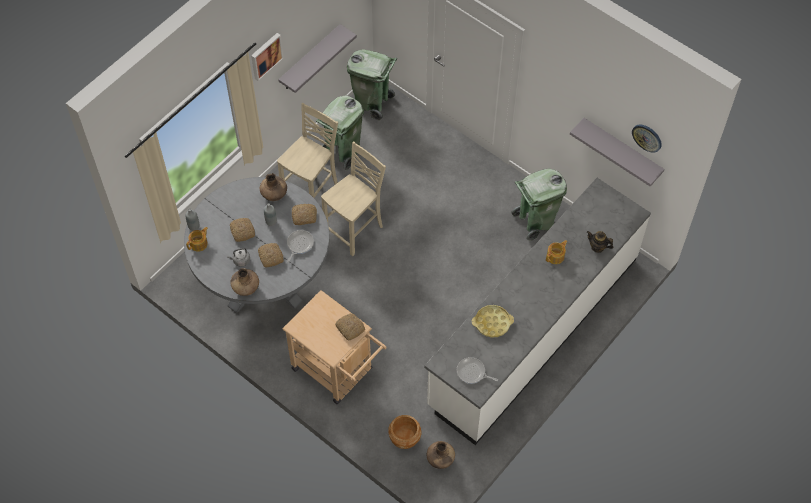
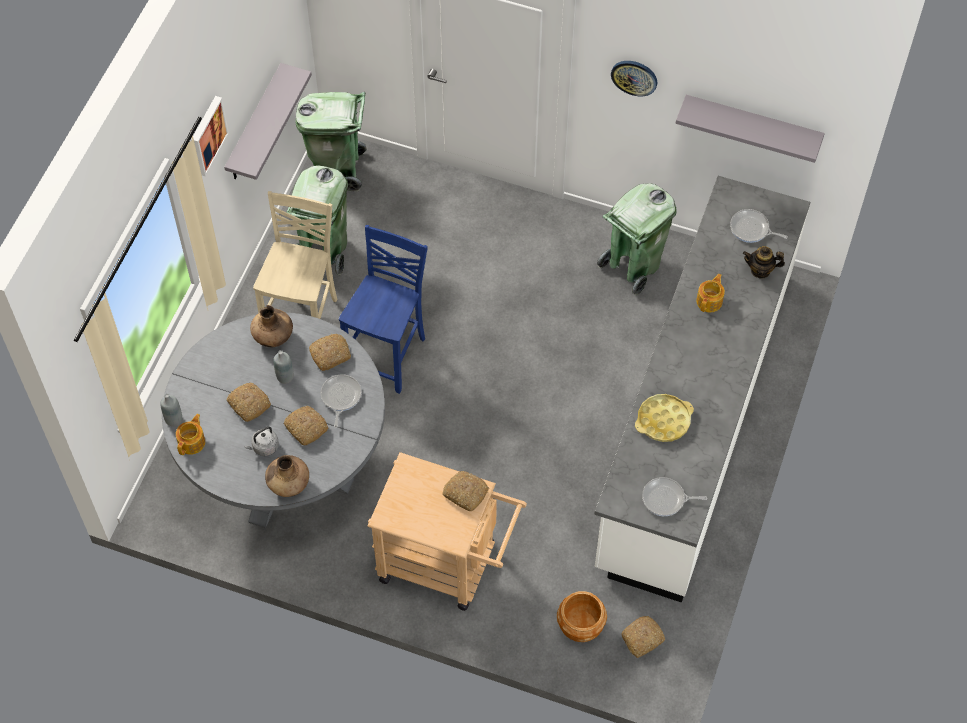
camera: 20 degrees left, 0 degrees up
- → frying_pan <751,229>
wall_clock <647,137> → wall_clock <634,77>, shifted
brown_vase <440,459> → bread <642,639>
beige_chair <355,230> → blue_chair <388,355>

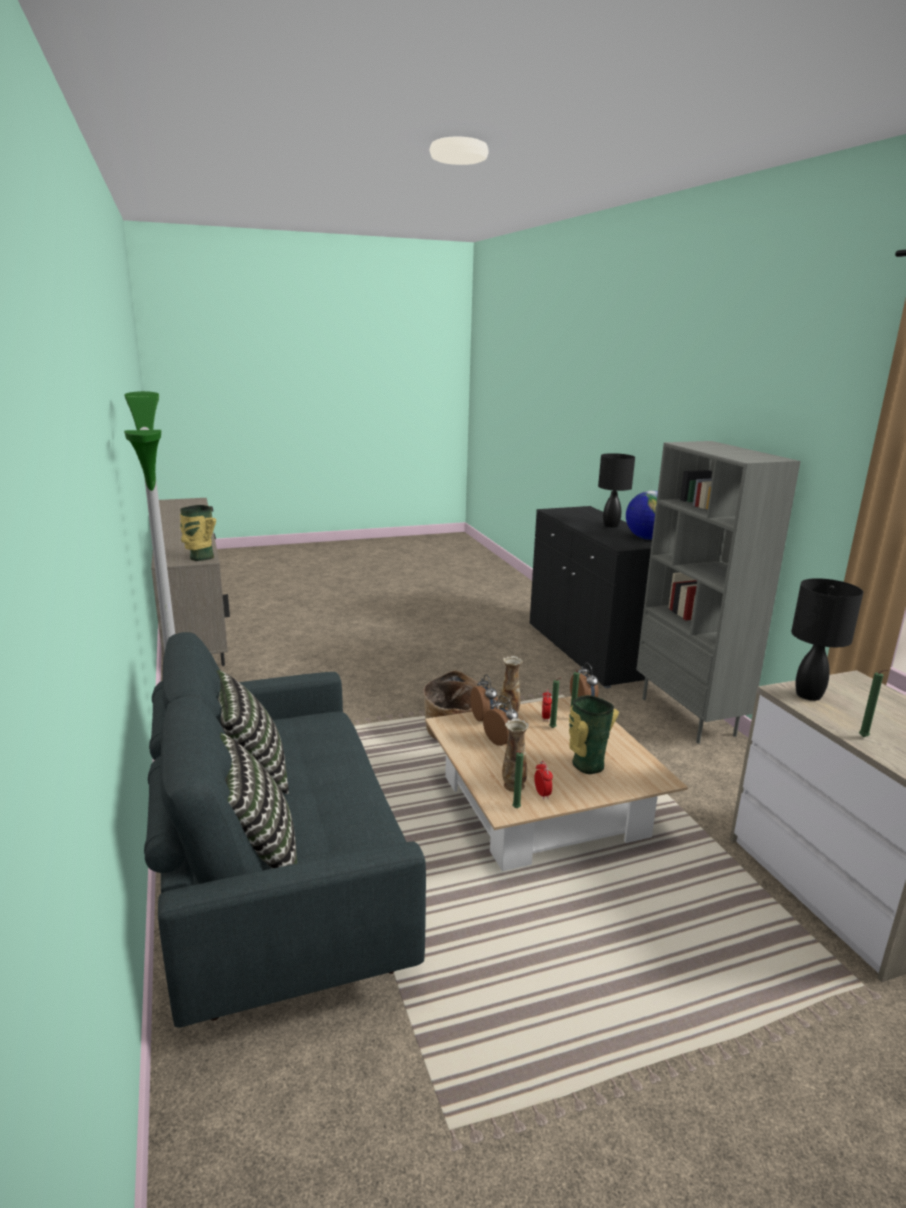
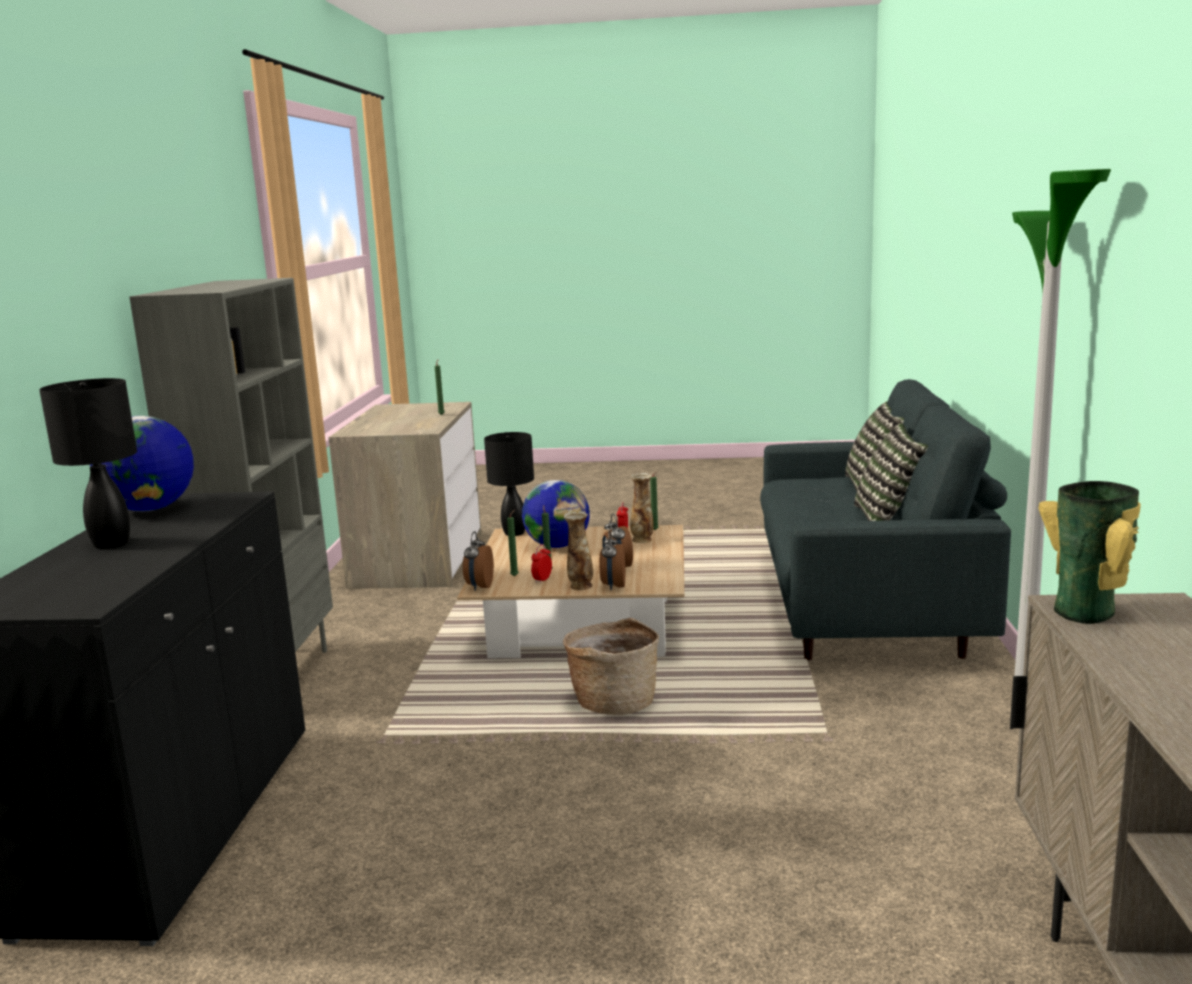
camera: 155 degrees left, 5 degrees down
black_table_lamp <807,695> → black_table_lamp <515,533>, shifted
vase <586,764> → globe <557,546>

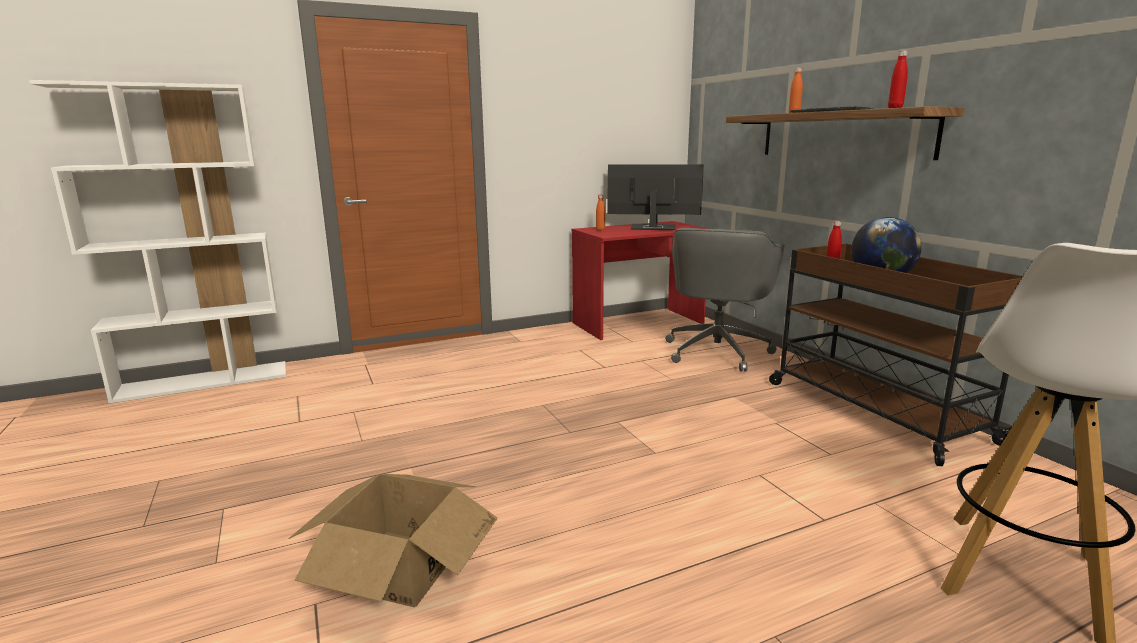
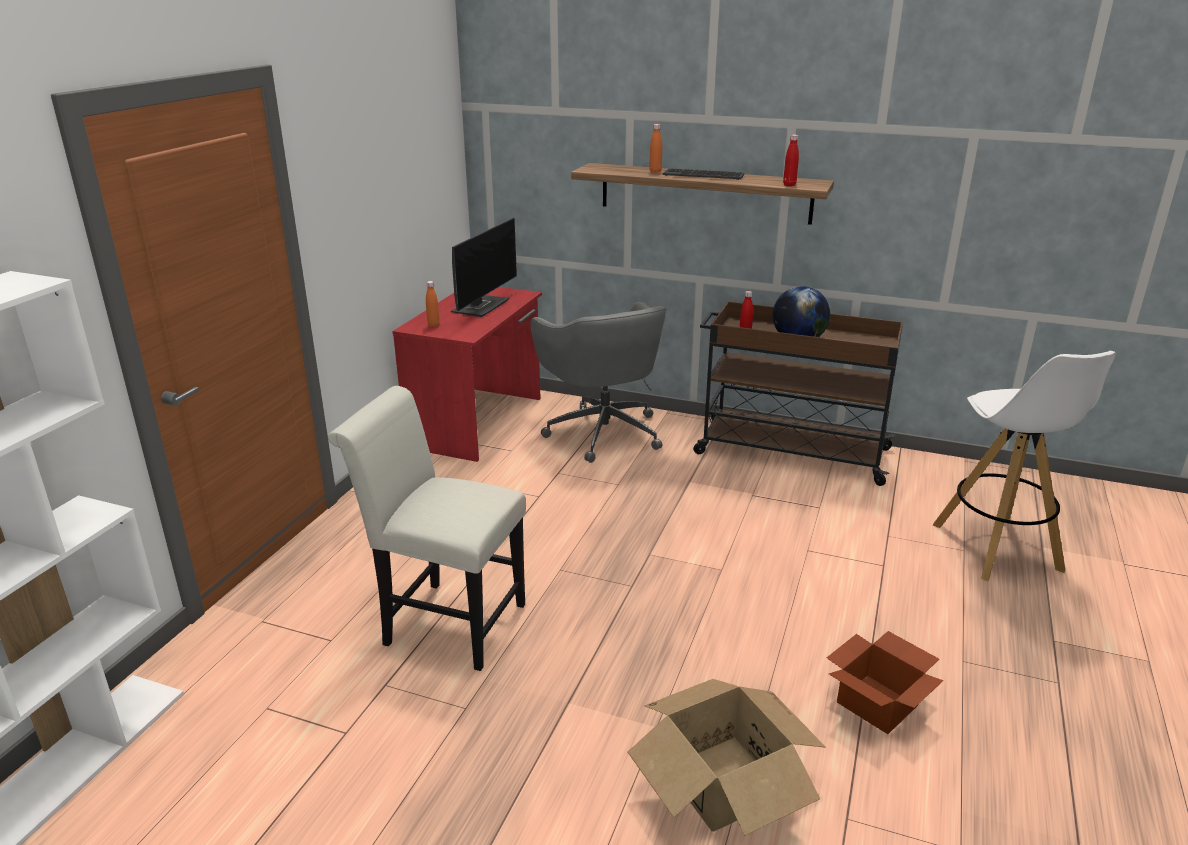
camera: 45 degrees left, 10 degrees up
- → white_chair <445,622>
- → cardboard_box <879,703>
monitor <652,228> → monitor <481,306>, 150 degrees clockwise

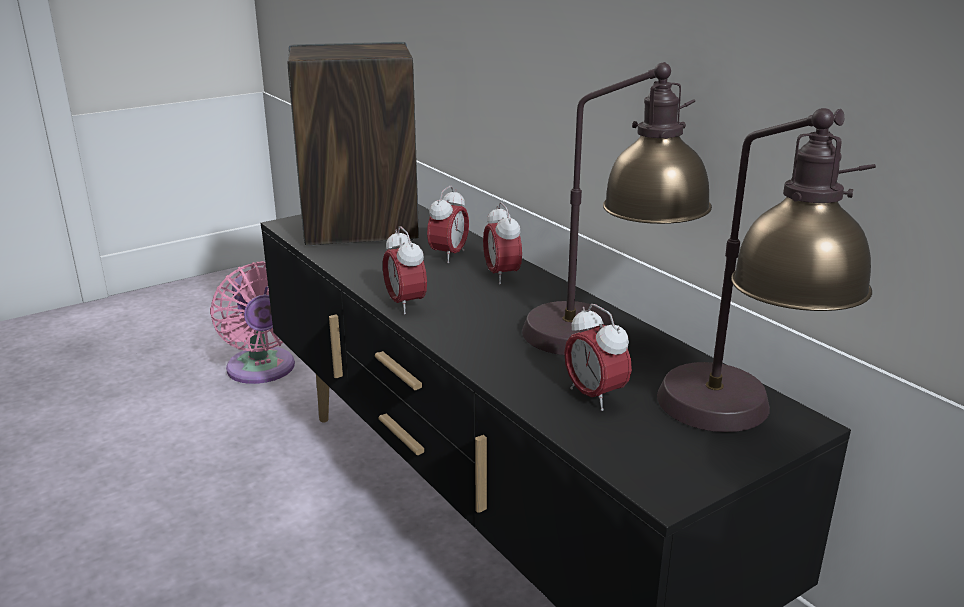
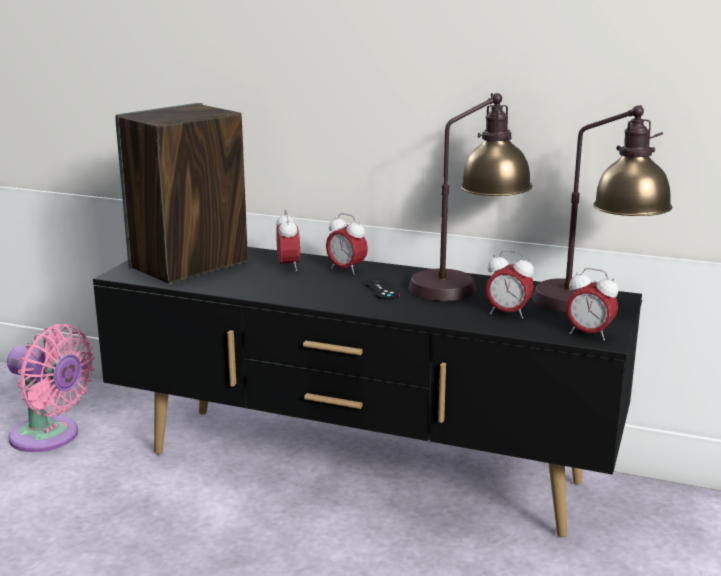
camera: 35 degrees left, 5 degrees down
- → black_game_controller <382,289>
alarm_clock <405,304> → alarm_clock <589,334>, shifted

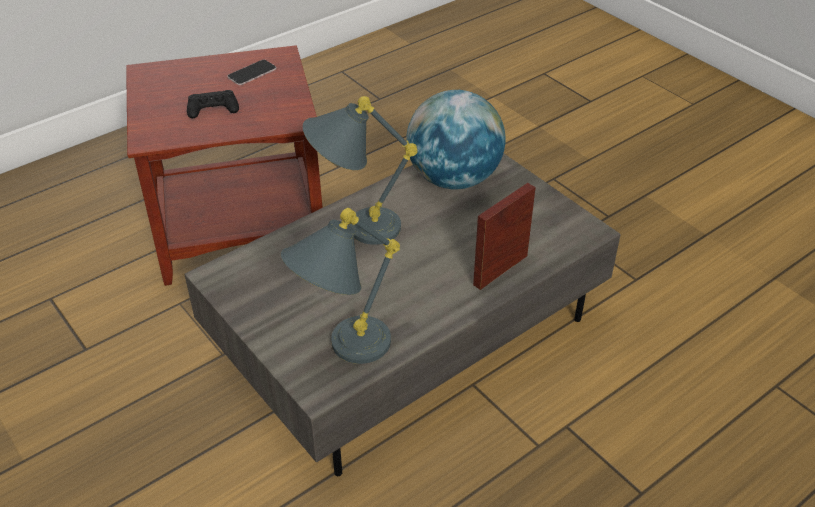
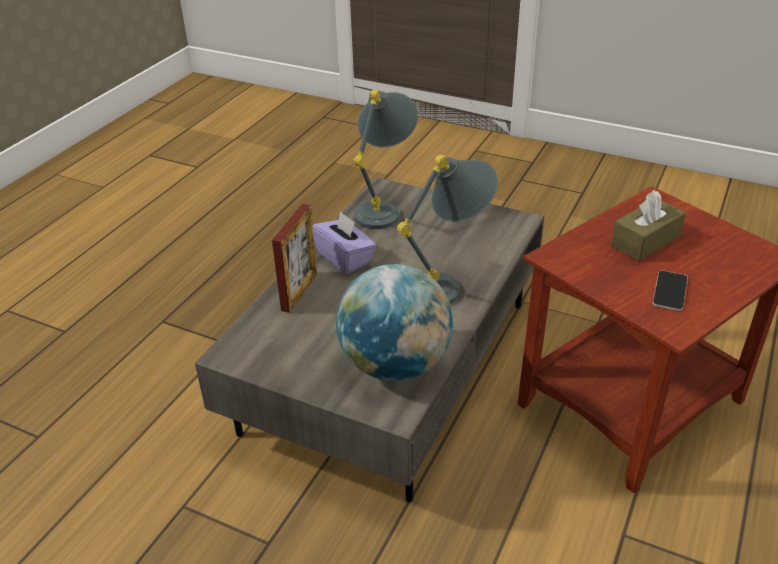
camera: 155 degrees right, 5 degrees down
- → purple_tissue_box <344,258>
black_game_controller <213,109> → brown_tissue_box <645,241>

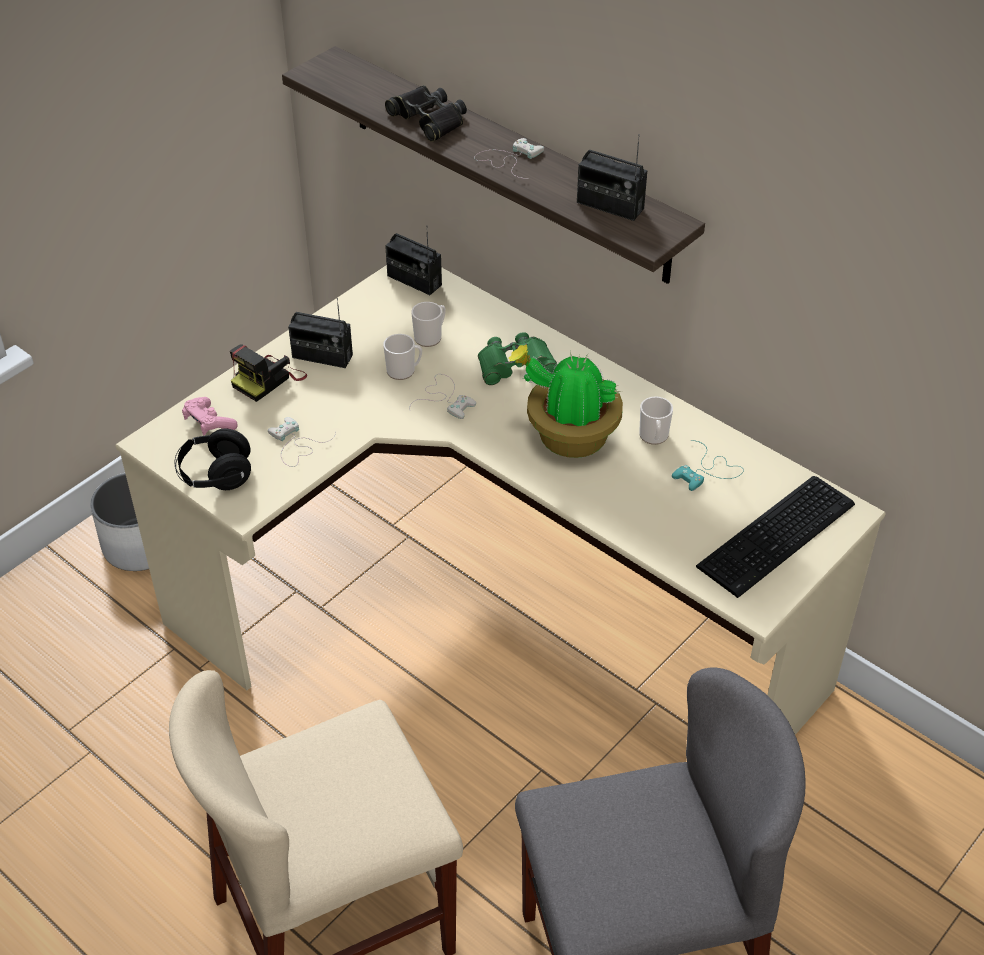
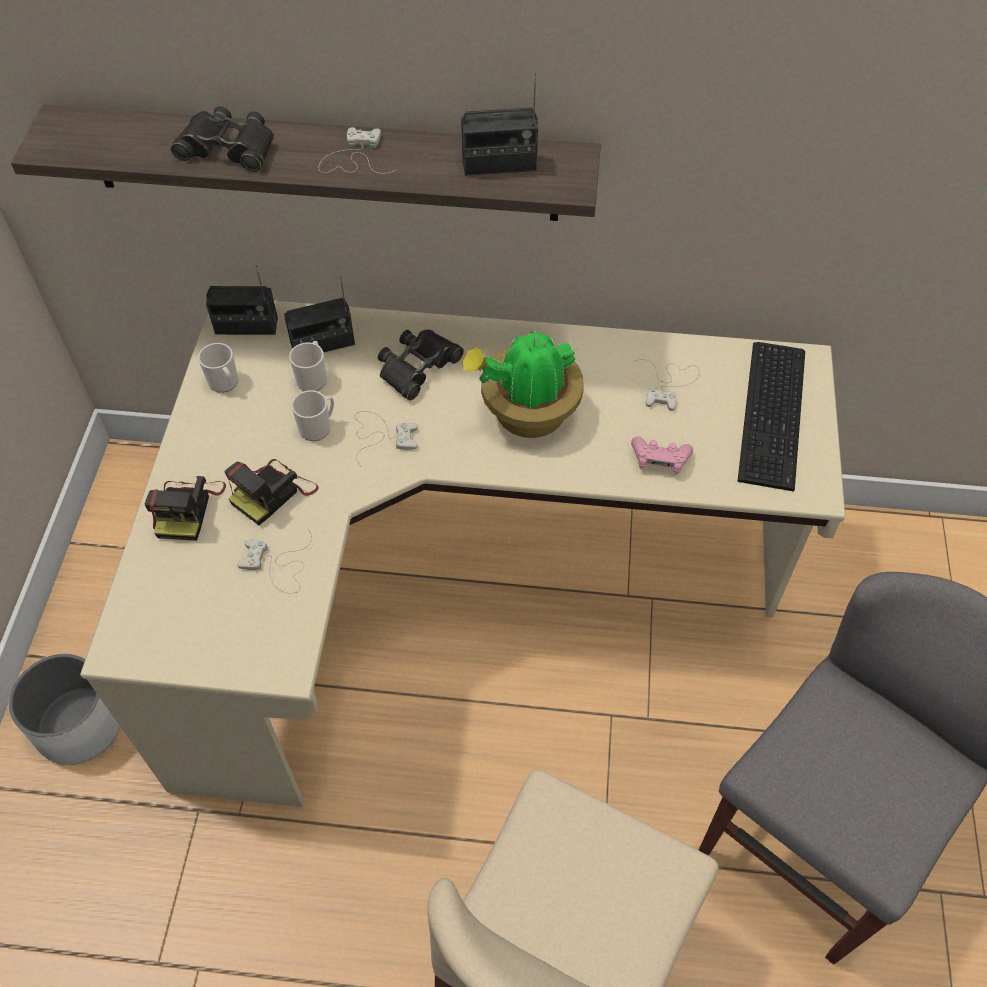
camera: 35 degrees left, 10 degrees up
black_headphones <215,475> → -
- → photo_camera <273,493>
pink_game_controller <209,423> → pink_game_controller <659,461>, shifted
radio <322,356> → radio <323,344>, shifted
mug <654,437> → mug <225,383>, shifted
green_binoculars <515,365> → black_binoculars <418,367>
turquoise_game_controller <707,471> → white_game_controller <668,384>

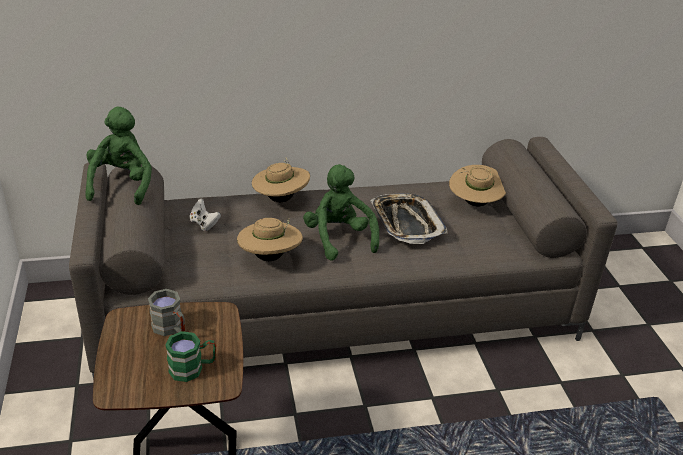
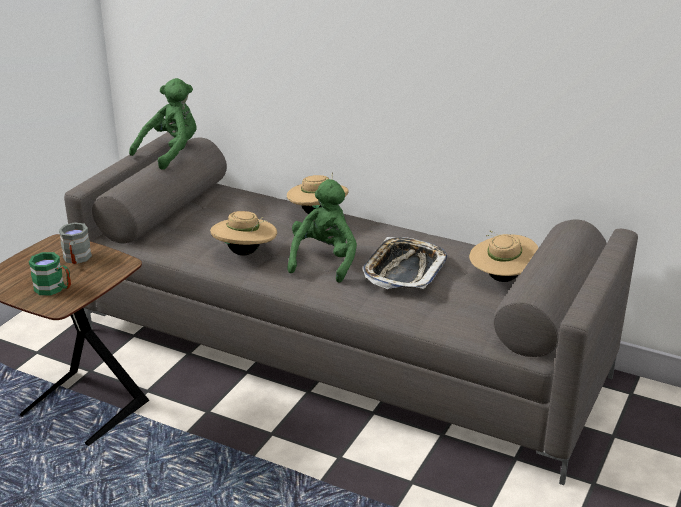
camera: 40 degrees right, 5 degrees down
white_game_controller <204,224> → -

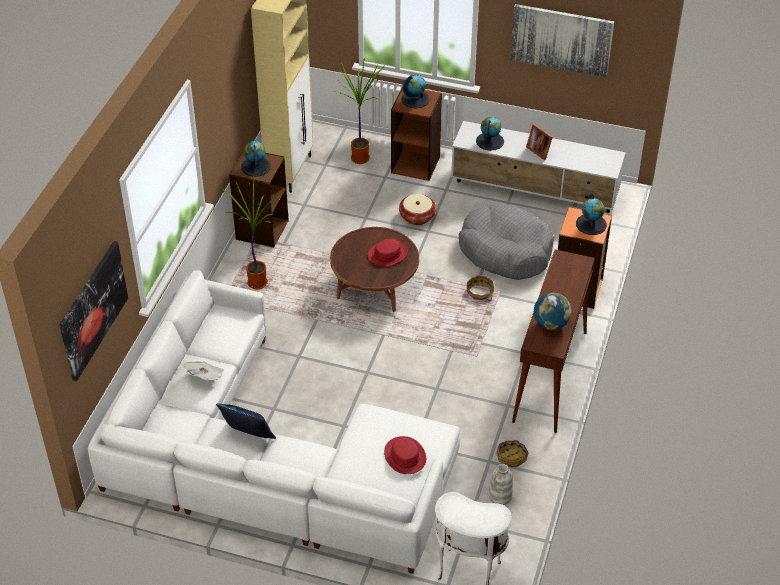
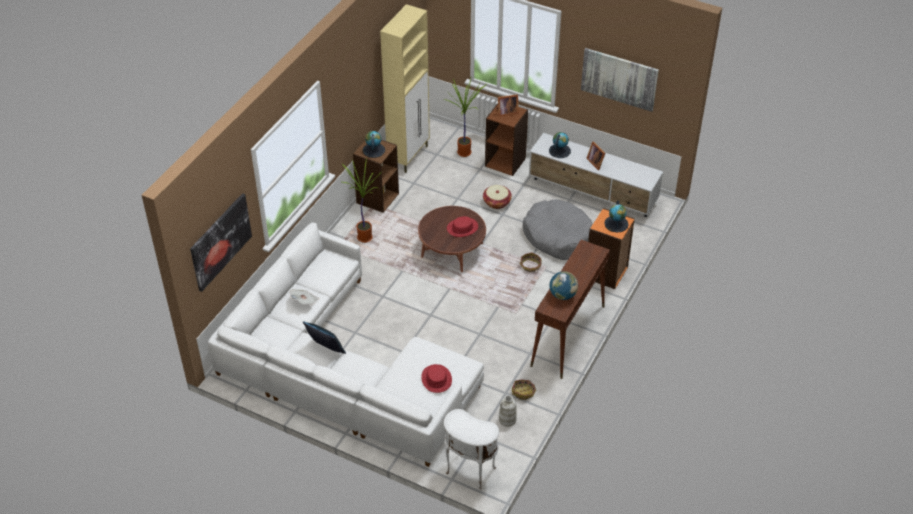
camera: 10 degrees right, 0 degrees up
globe <415,99> → picture_frame <506,112>

